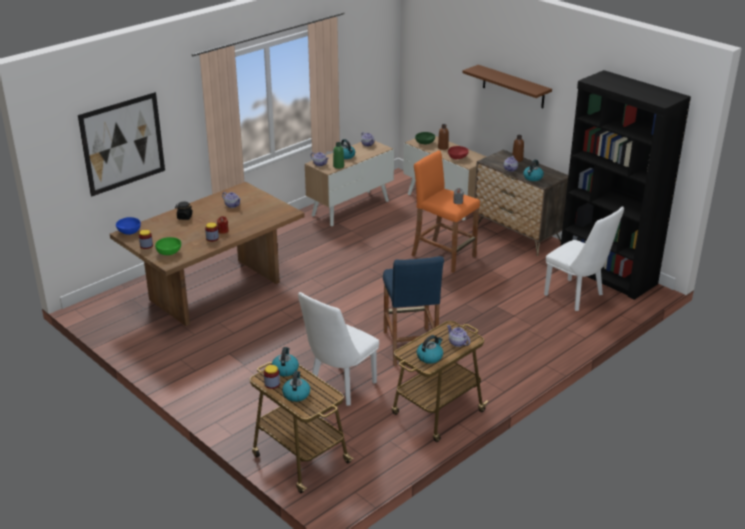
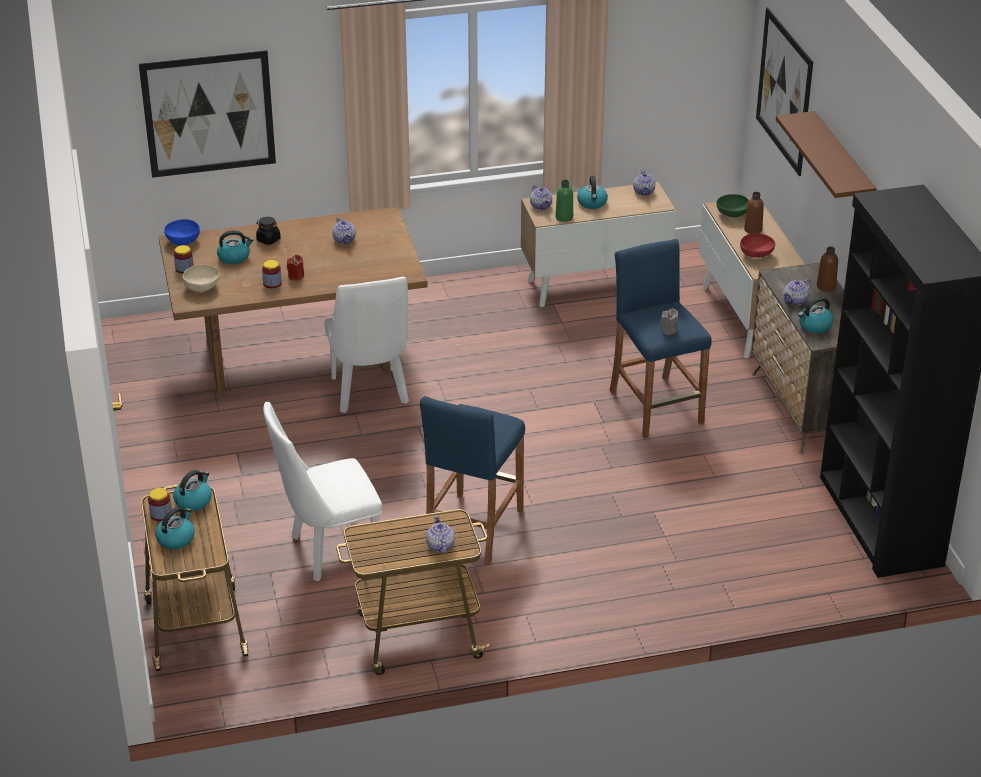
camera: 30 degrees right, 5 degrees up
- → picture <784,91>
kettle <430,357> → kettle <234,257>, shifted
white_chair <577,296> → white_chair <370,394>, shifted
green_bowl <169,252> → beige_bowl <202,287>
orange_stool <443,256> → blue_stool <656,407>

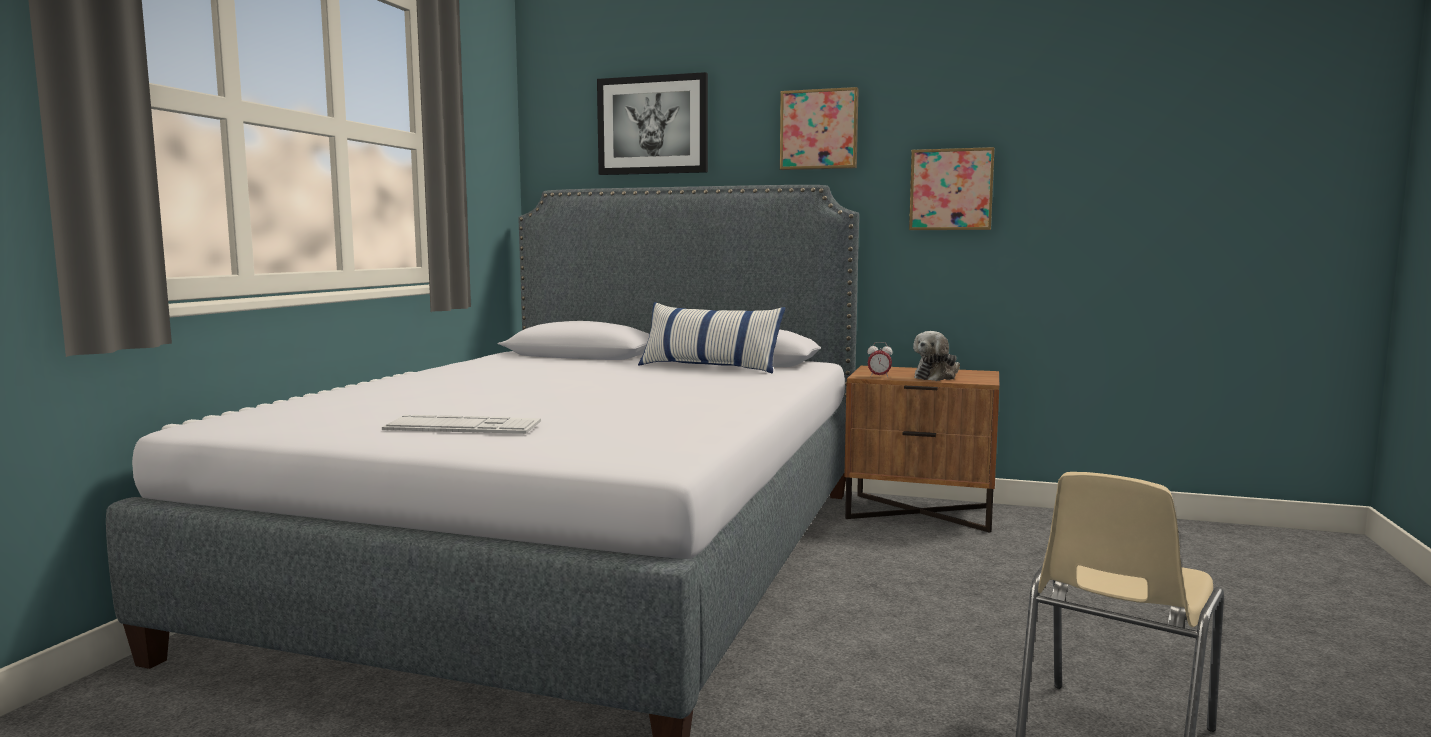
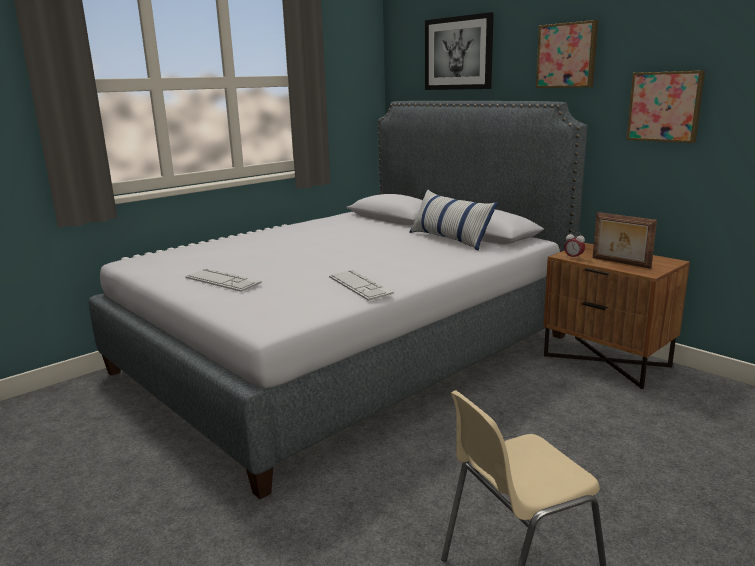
camera: 30 degrees right, 10 degrees up
- → keyboard <359,285>
plush_toy <937,377> → picture_frame <620,263>

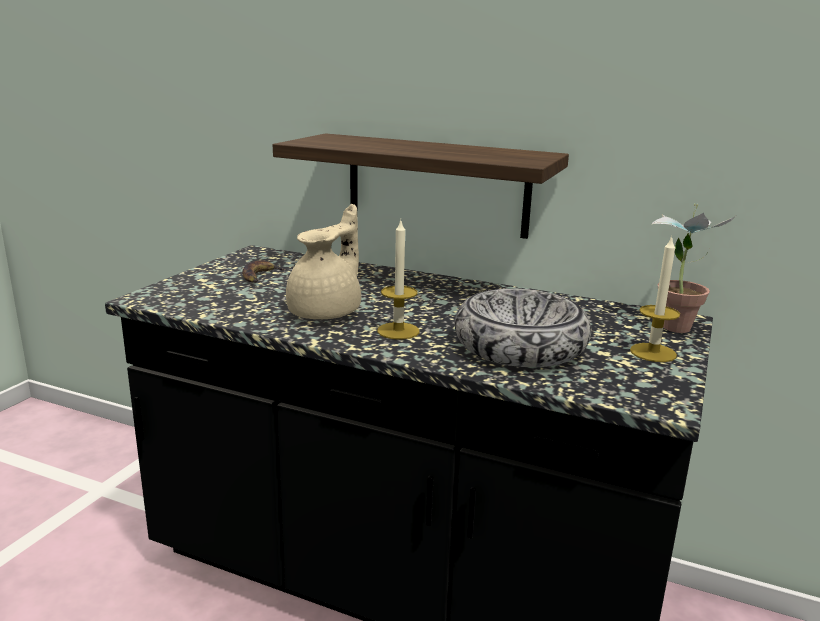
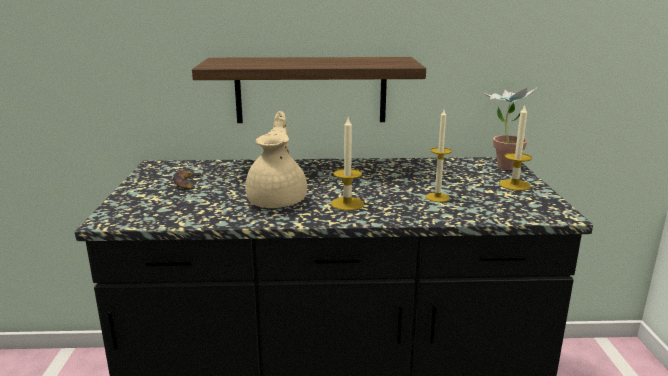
camera: 25 degrees left, 0 degrees up
bowl <520,346> → candle <437,197>

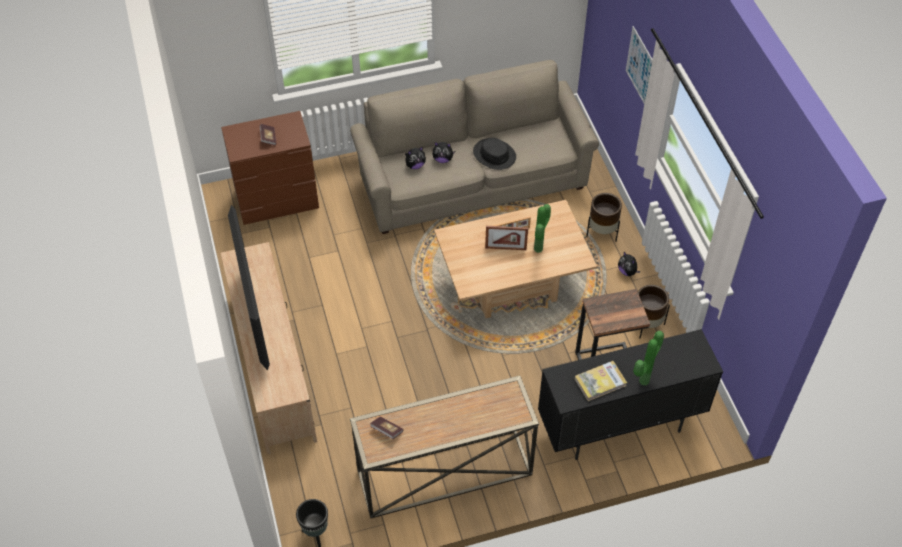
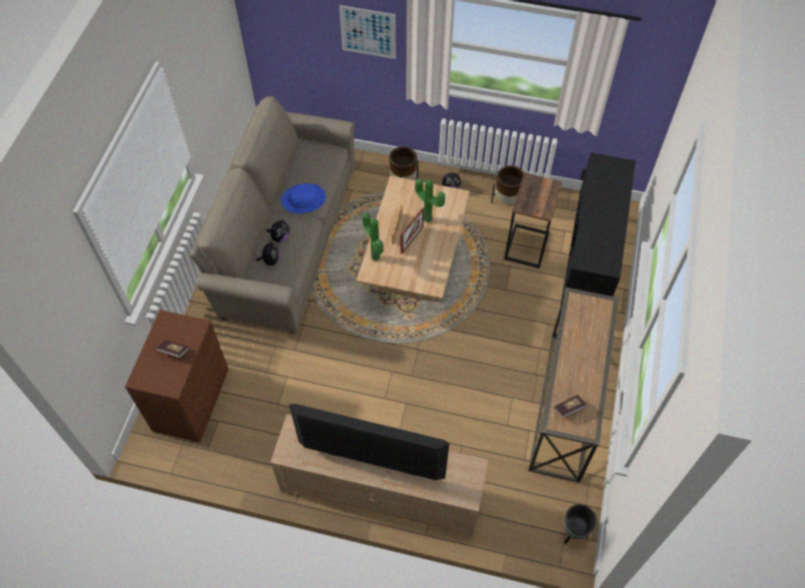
camera: 60 degrees left, 5 degrees up
book <600,382> → -
potted_plant <642,380> → potted_plant <374,258>, shifted
black_hat <494,154> → blue_hat <303,199>

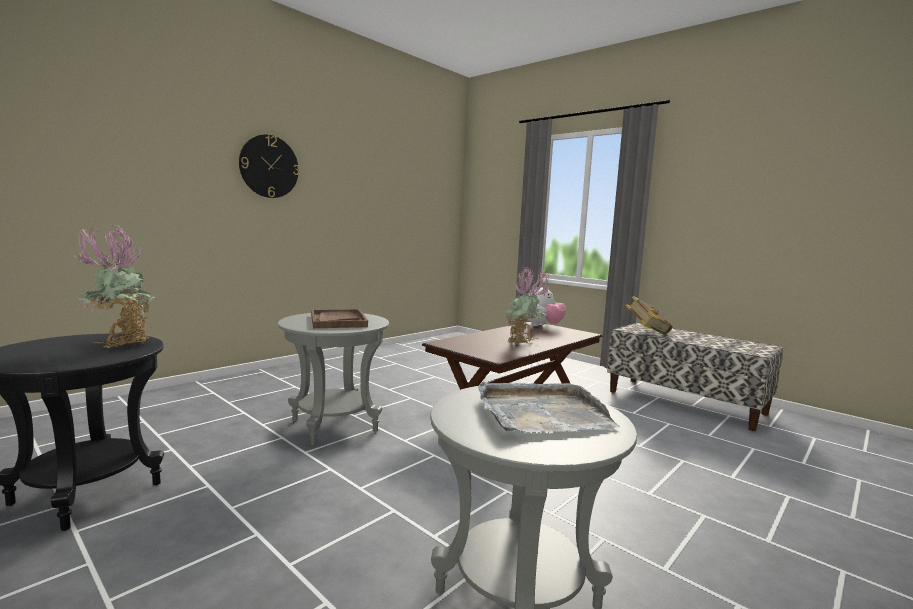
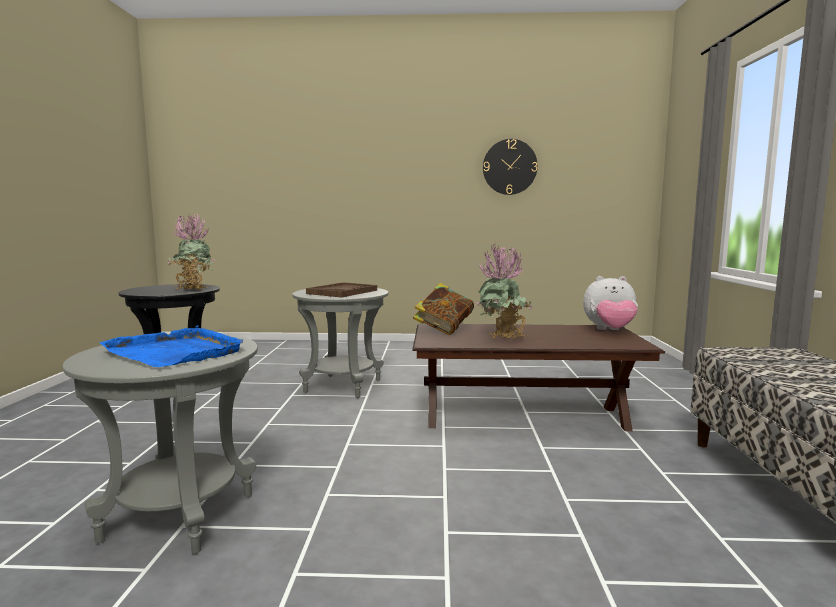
camera: 50 degrees right, 0 degrees up
wall_clock <269,166> → wall_clock <509,167>, shifted
book <646,332> → book <444,330>, shifted
grey_tray <541,412> → blue_tray <176,352>

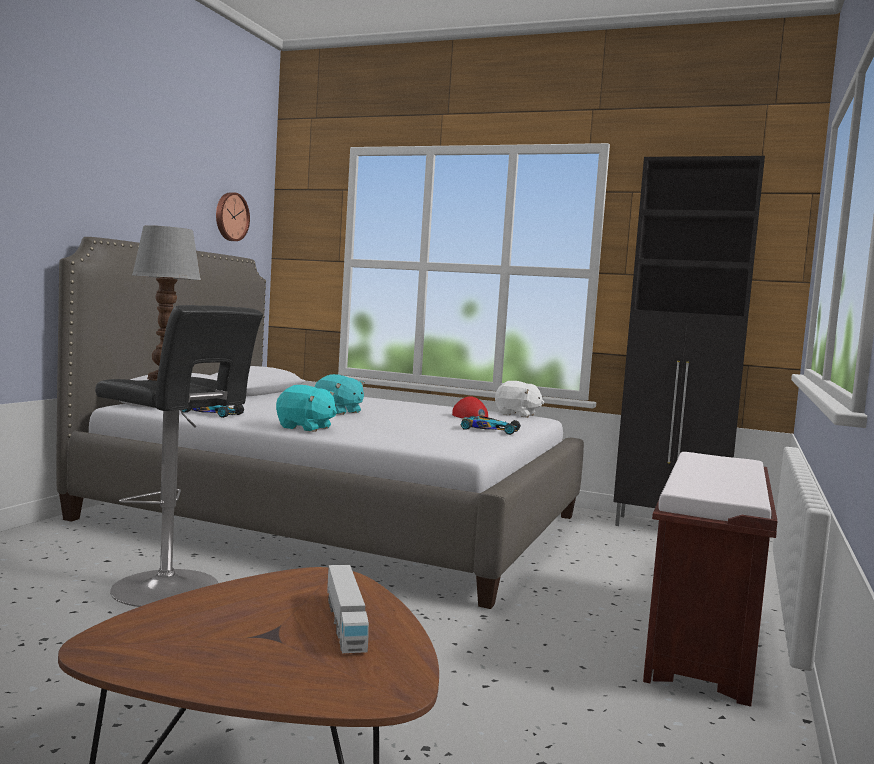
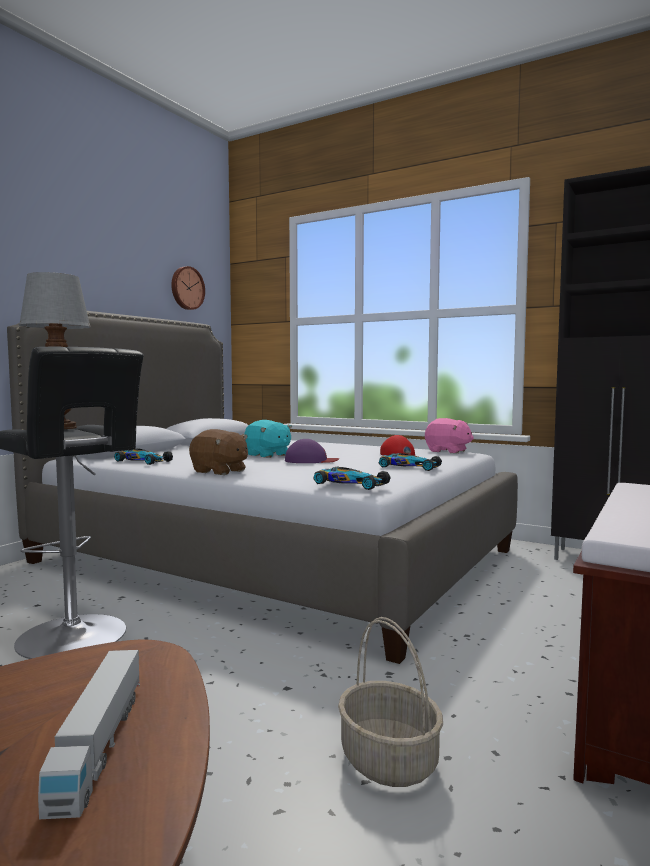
camera: 10 degrees right, 0 degrees up
- → purple_cap <310,461>
- → toy_car <350,484>
- → basket <390,761>
turquoise_plush_toy <305,428> → brown_plush_toy <219,471>
white_plush_toy <517,414> → pink_plush_toy <447,451>

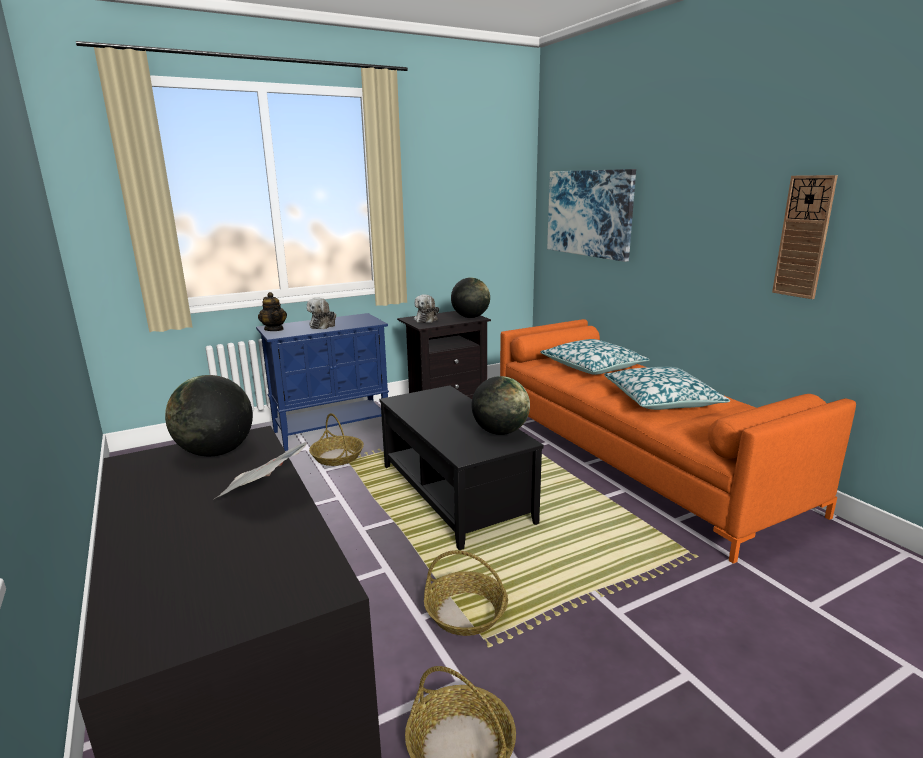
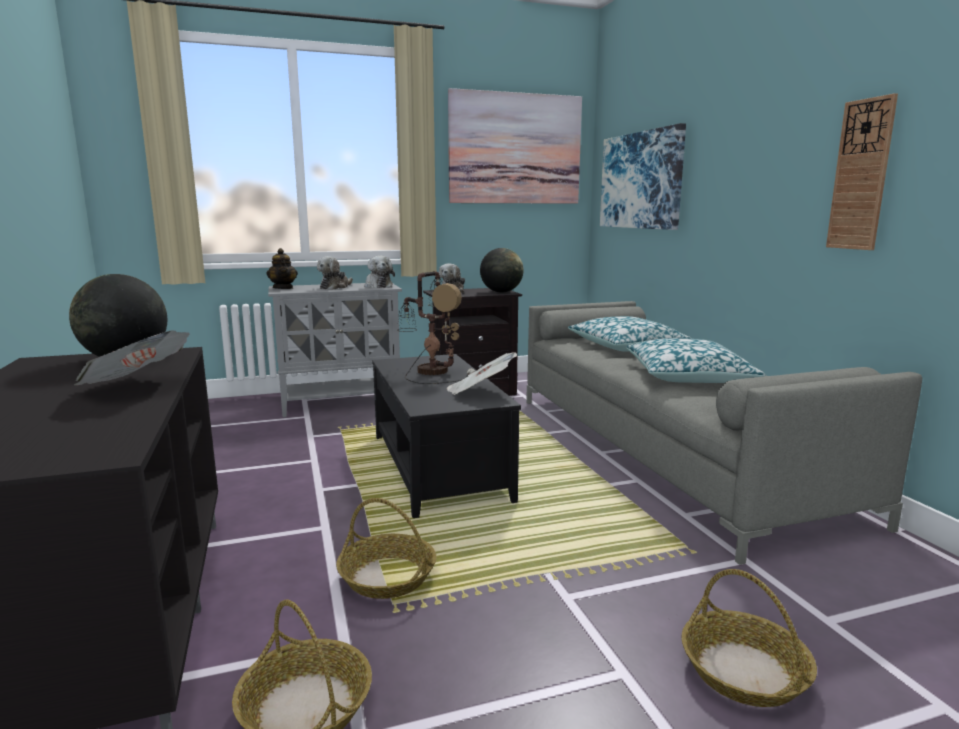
camera: 10 degrees right, 5 degrees down
- → plush_toy <378,286>
- → table_lamp <431,371>
- → picture <515,149>
basket <337,456> → basket <743,671>, shifted
globe <500,432> → newspaper <479,392>
blue_cabinet <333,429> → grey_cabinet <342,403>
orange_sofa <634,457> → grey_sofa <665,451>

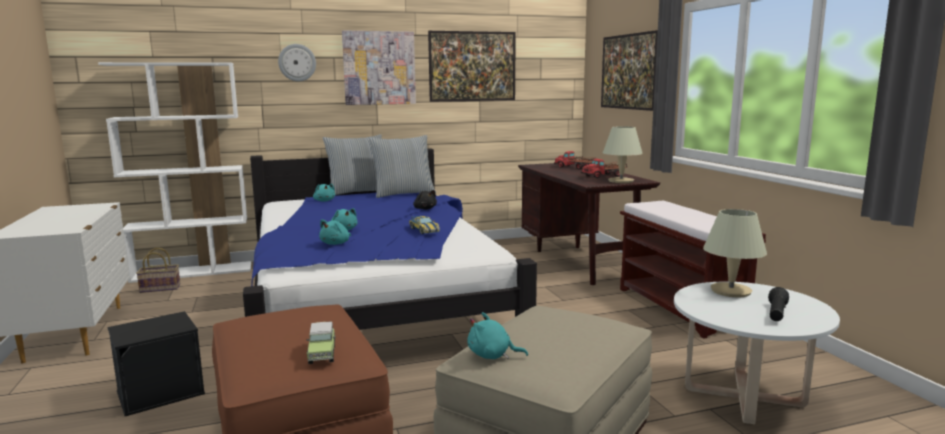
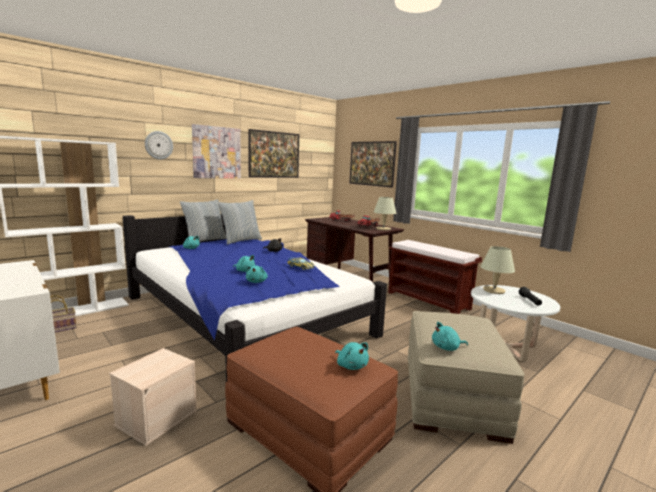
camera: 25 degrees left, 0 degrees up
toy_car <322,354> → turquoise_plush_toy <351,365>
black_storage_box <161,392> → beige_storage_box <157,417>

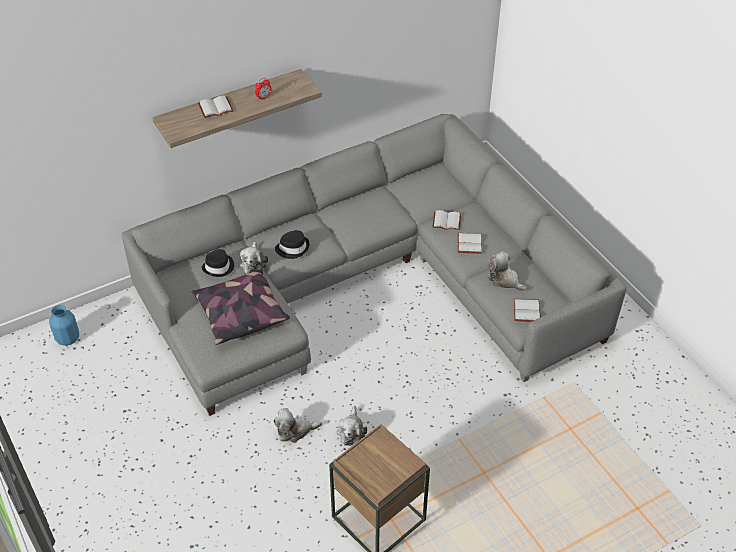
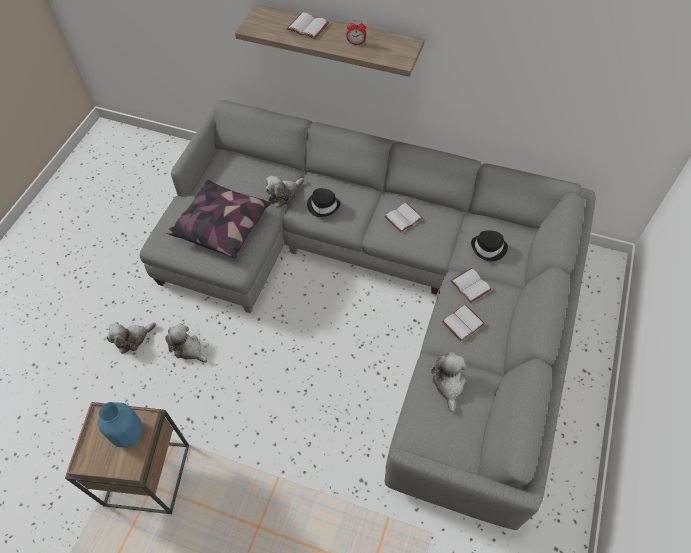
camera: 50 degrees right, 10 degrees up
blue_vase <68,339> → blue_vase <128,434>, shifted
black_hat <219,267> → black_hat <489,248>, shifted
plush_toy <351,431> → plush_toy <132,339>, shifted
white_book <527,311> → white_book <403,219>, shifted

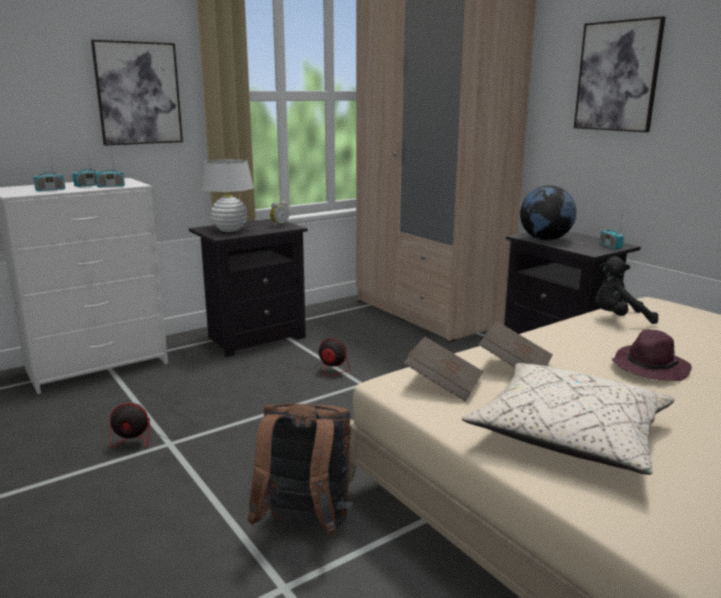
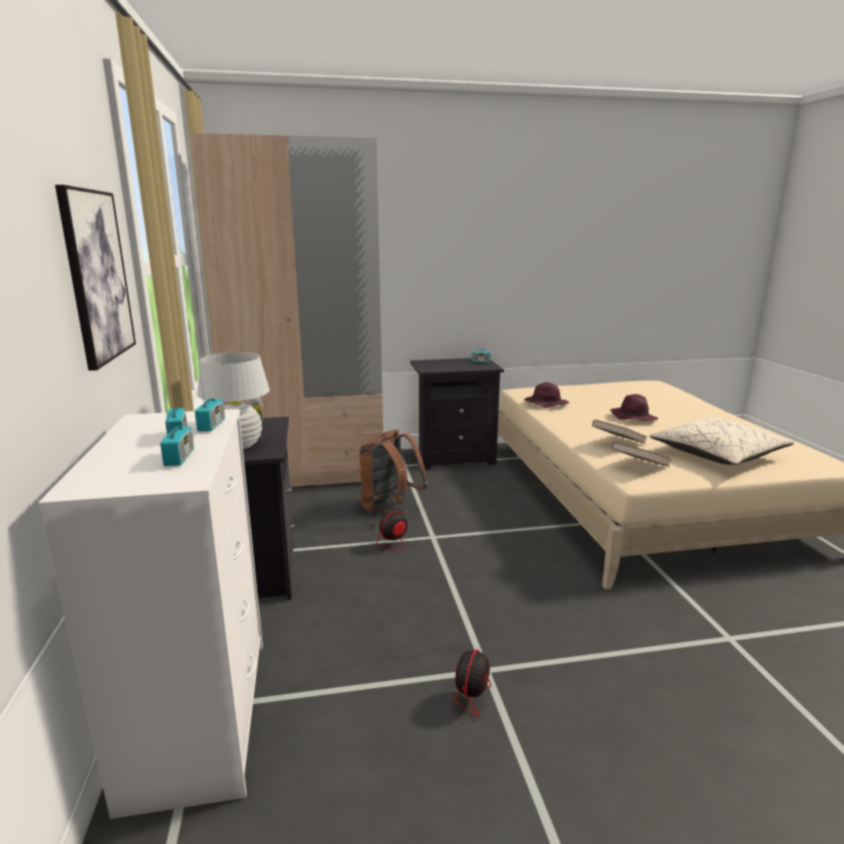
camera: 65 degrees left, 0 degrees up
globe <545,239> → -
picture <617,76> → -
brown_backpack <305,527> → brown_backpack <389,508>, shifted
black_plush_toy <619,319> → purple_hat <545,404>

